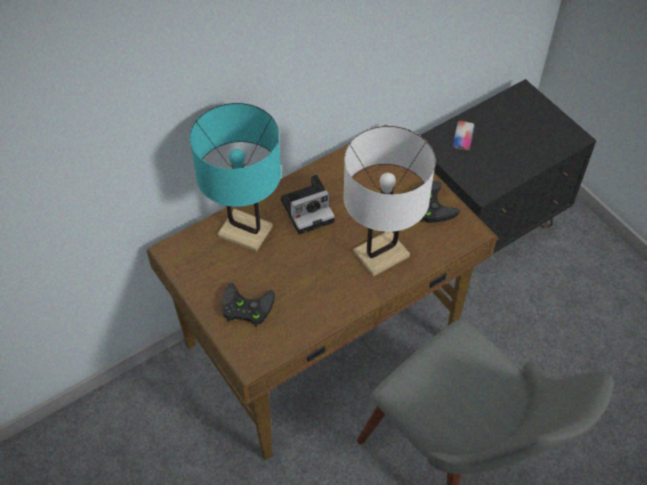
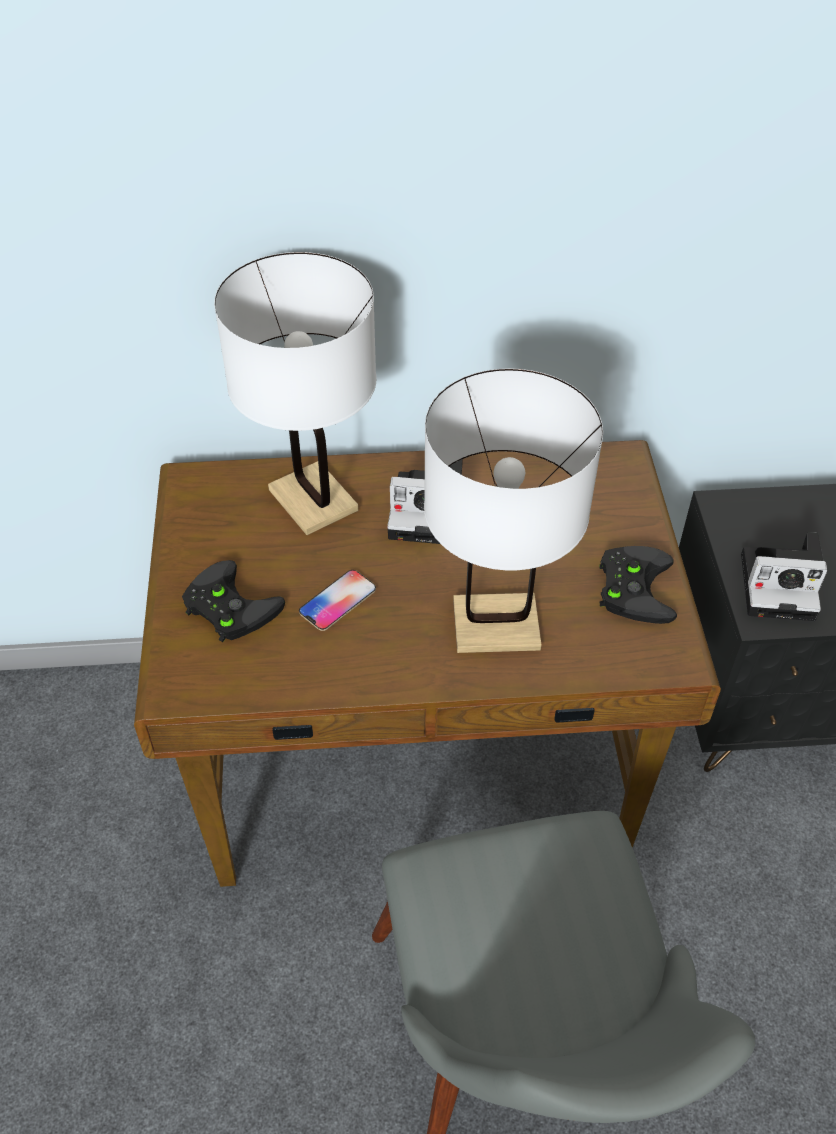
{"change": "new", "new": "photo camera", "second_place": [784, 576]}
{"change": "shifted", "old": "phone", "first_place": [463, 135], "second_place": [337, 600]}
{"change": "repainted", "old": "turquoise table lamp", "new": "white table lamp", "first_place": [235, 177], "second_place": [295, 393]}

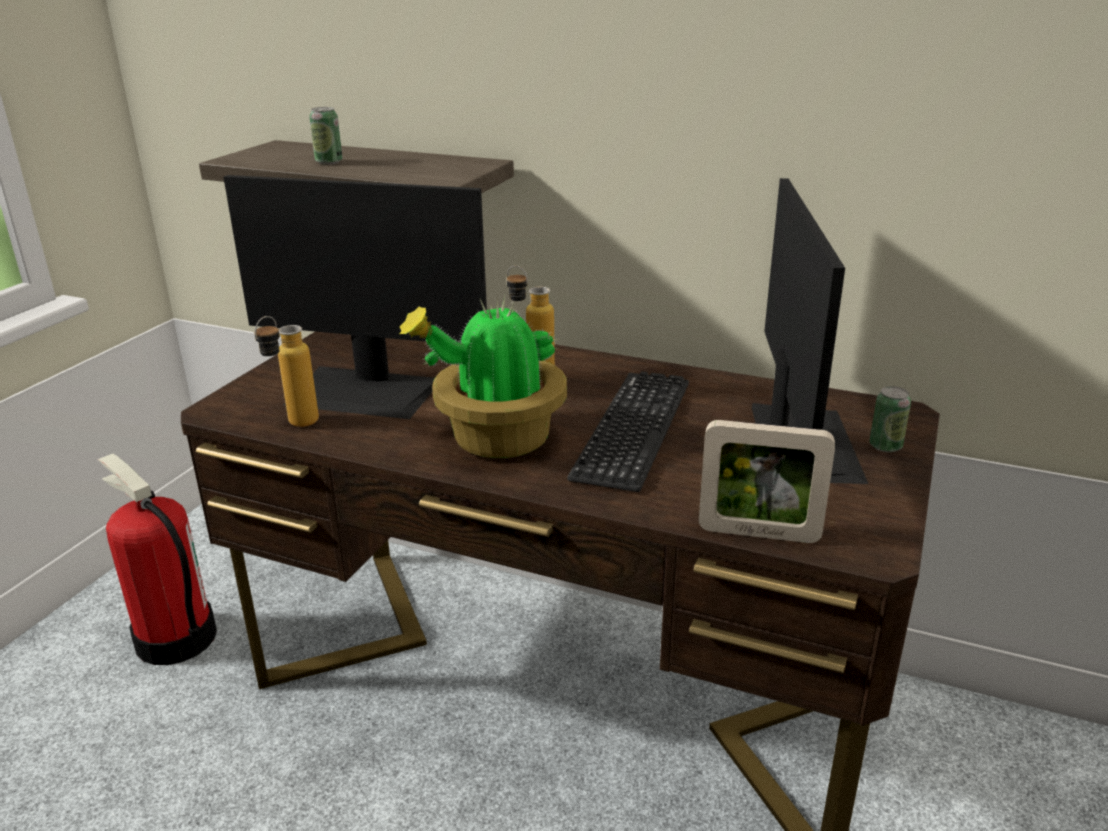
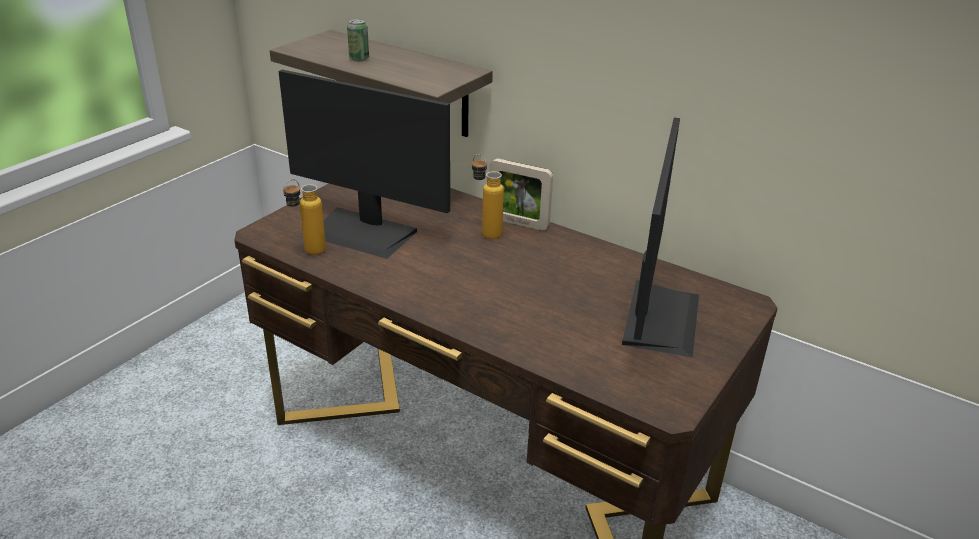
{"change": "gone", "old": "fire extinguisher", "first_place": [157, 559]}
{"change": "gone", "old": "potted plant", "first_place": [483, 376]}
{"change": "gone", "old": "keyboard", "first_place": [628, 431]}
{"change": "gone", "old": "can", "first_place": [890, 419]}
{"change": "shifted", "old": "picture frame", "first_place": [767, 481], "second_place": [521, 194]}

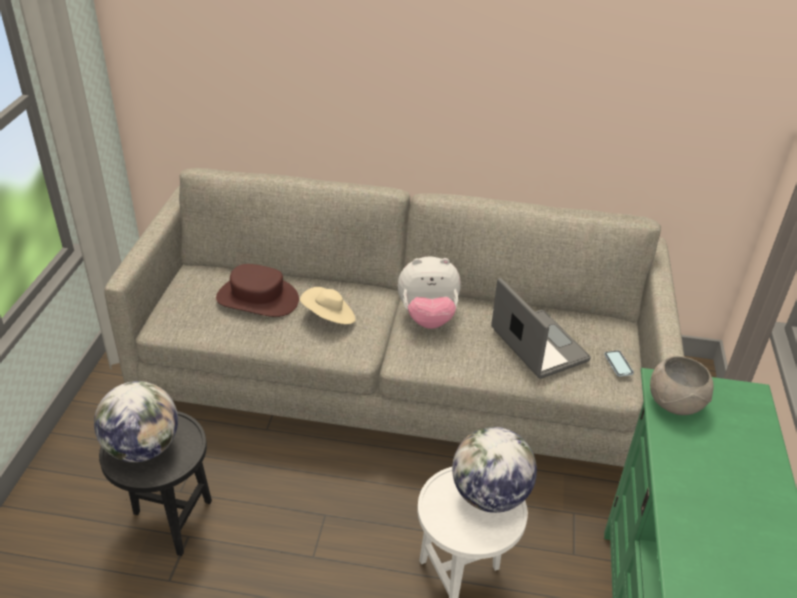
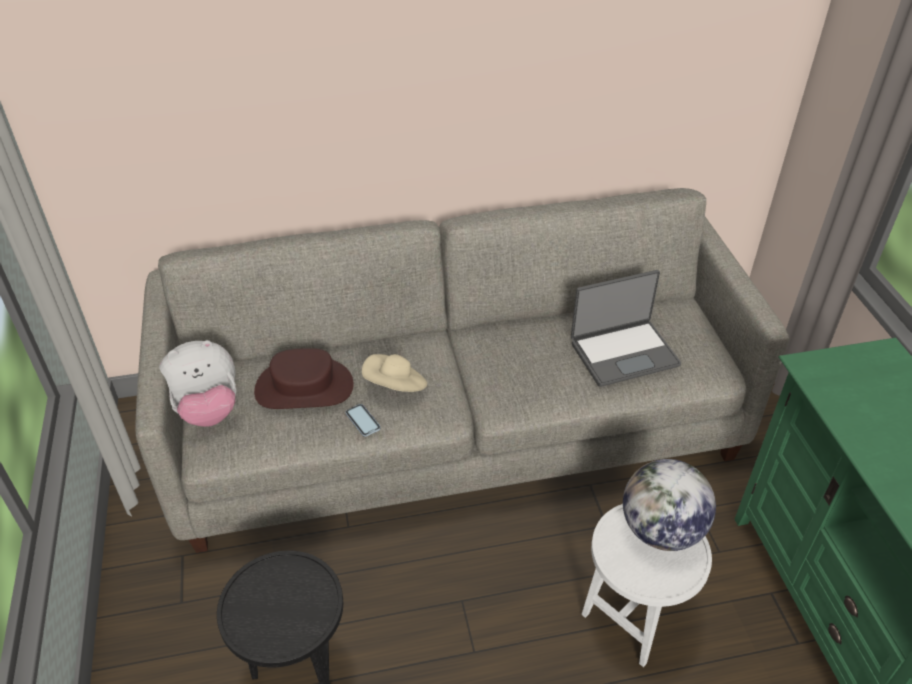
{"change": "gone", "old": "globe", "first_place": [136, 421]}
{"change": "gone", "old": "grey bowl", "first_place": [682, 385]}
{"change": "shifted", "old": "plush toy", "first_place": [429, 293], "second_place": [197, 383]}
{"change": "shifted", "old": "phone", "first_place": [619, 363], "second_place": [362, 420]}
{"change": "rotated", "old": "laptop", "first_place": [541, 328], "second_place": [626, 328], "degrees": 120}

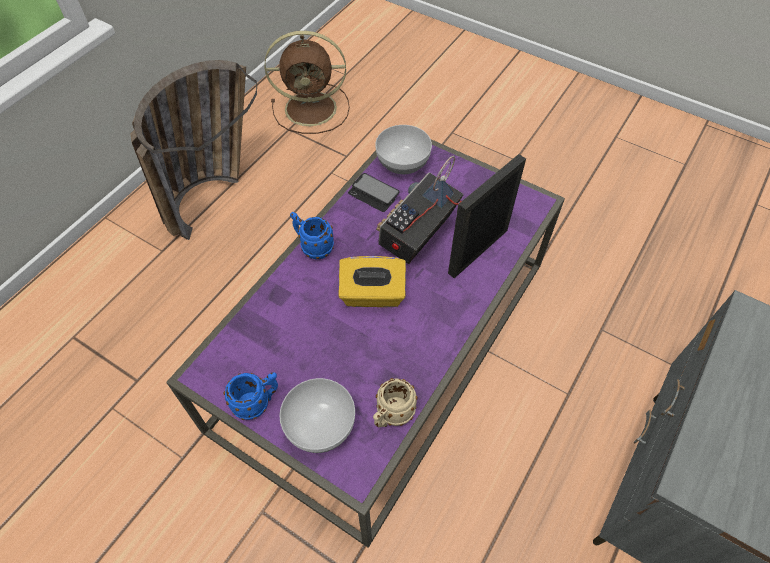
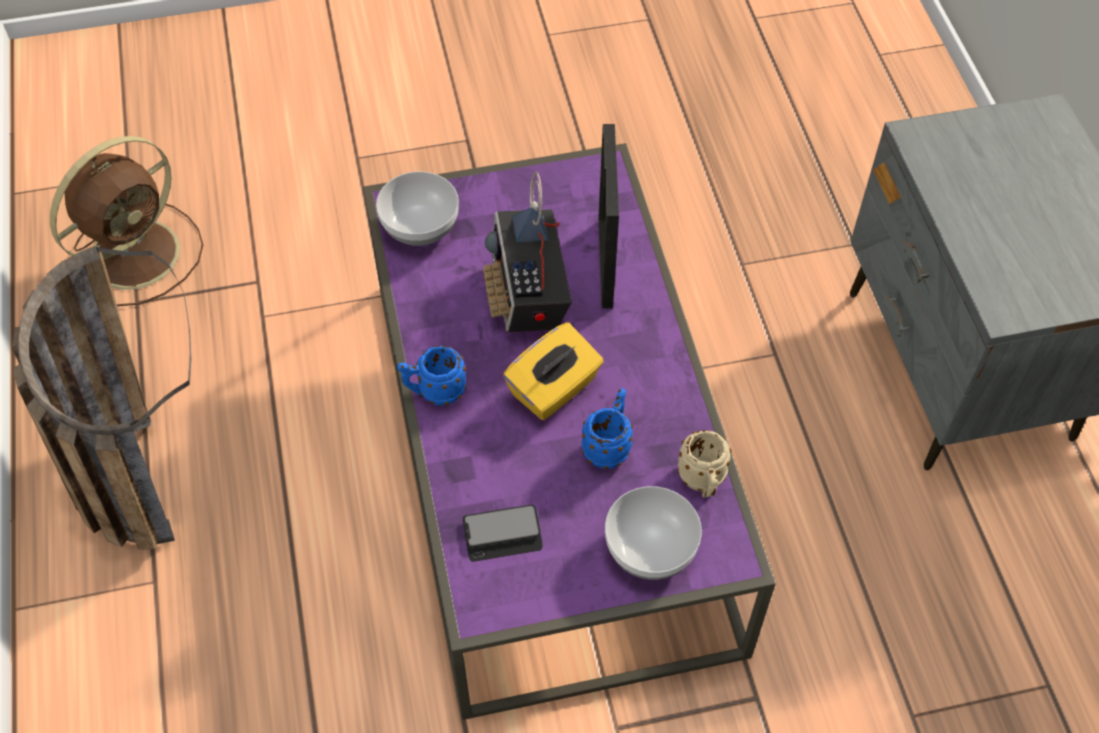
{"change": "shifted", "old": "blue mug", "first_place": [251, 396], "second_place": [607, 428]}
{"change": "shifted", "old": "phone", "first_place": [373, 192], "second_place": [503, 533]}

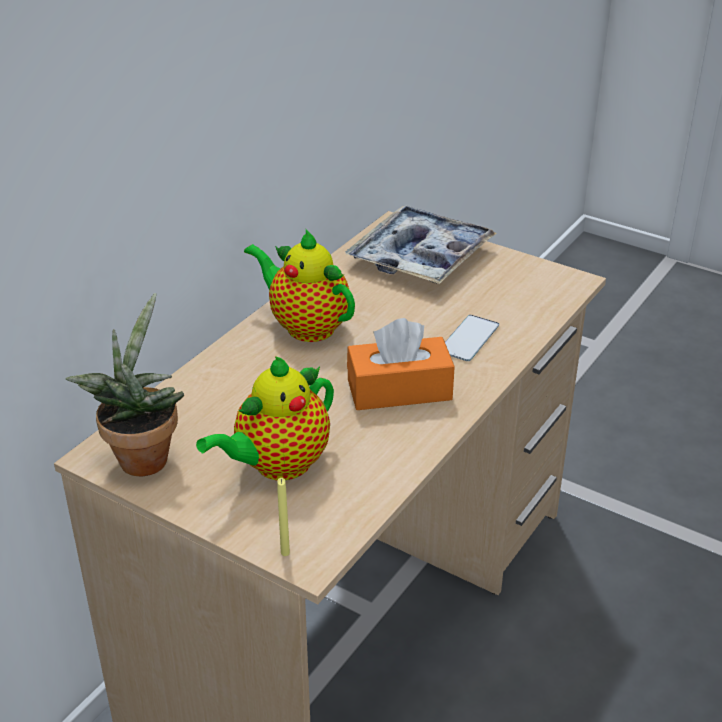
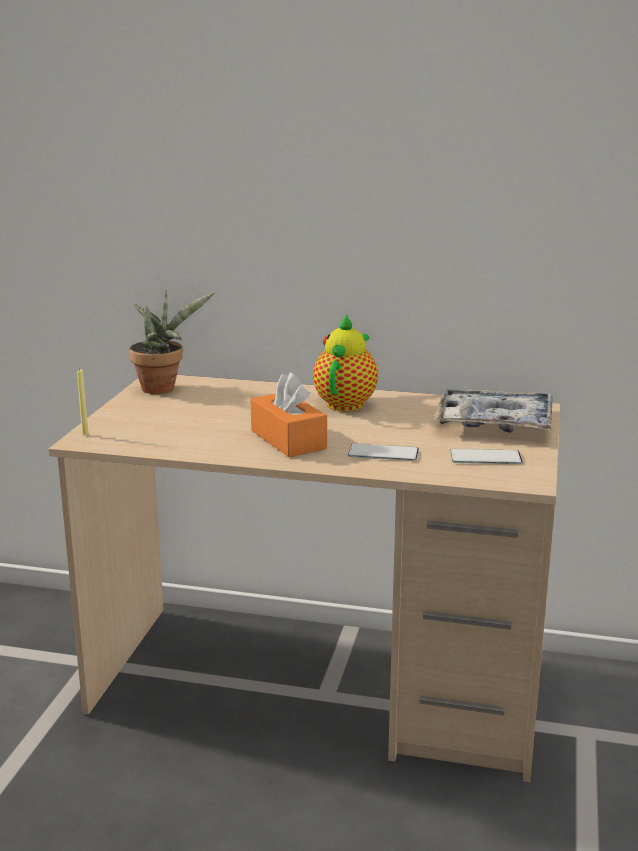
{"change": "gone", "old": "teapot", "first_place": [265, 418]}
{"change": "new", "new": "phone", "second_place": [486, 456]}

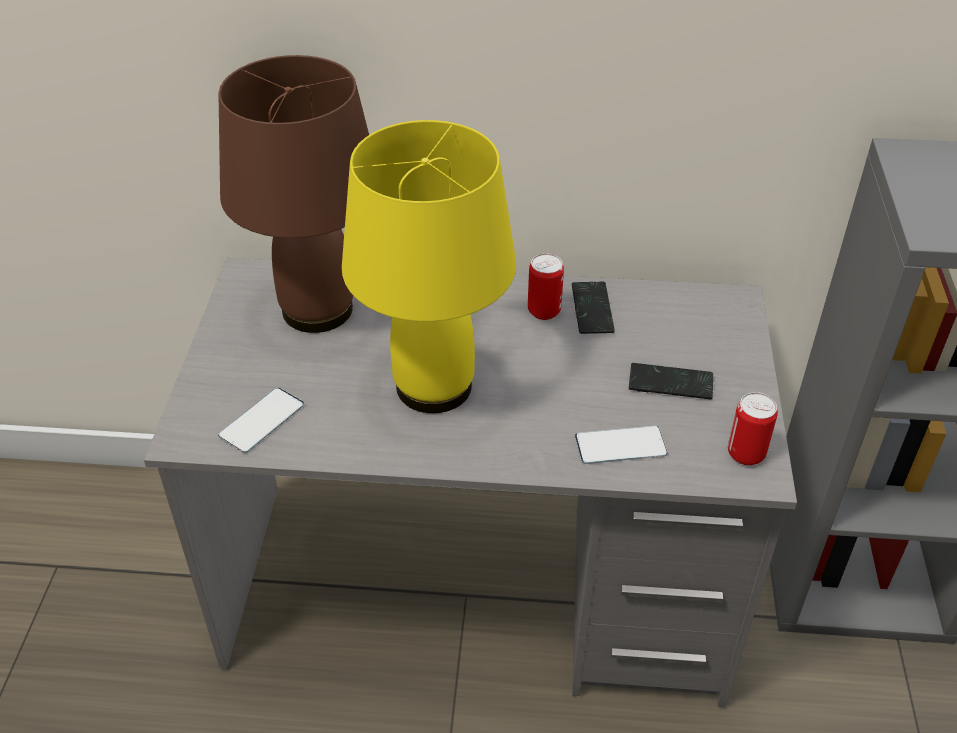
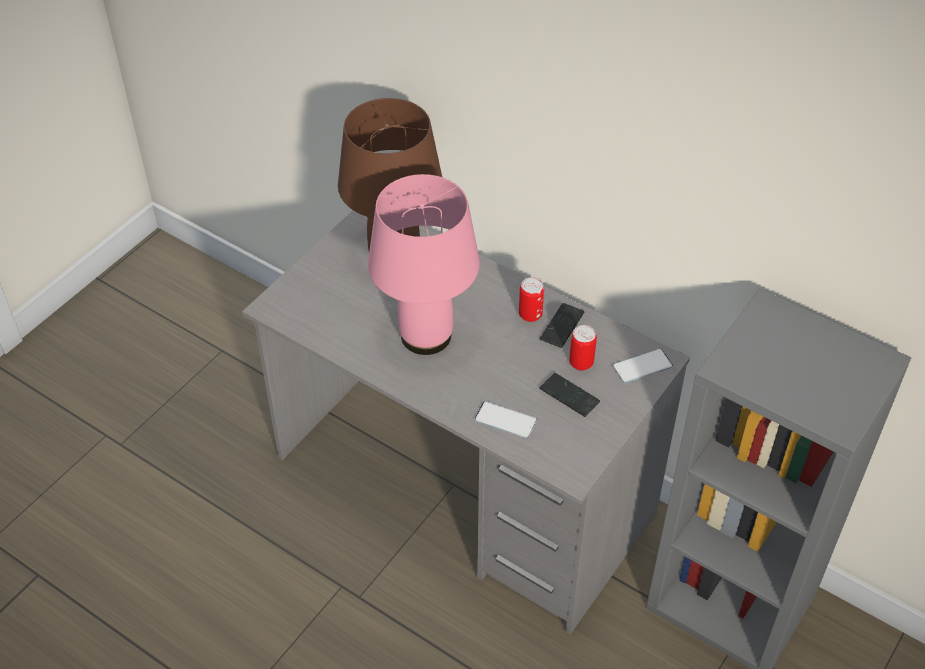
{"change": "shifted", "old": "phone", "first_place": [261, 420], "second_place": [643, 365]}
{"change": "shifted", "old": "can", "first_place": [753, 428], "second_place": [583, 348]}
{"change": "repainted", "old": "yellow table lamp", "new": "pink table lamp", "first_place": [429, 266], "second_place": [424, 264]}

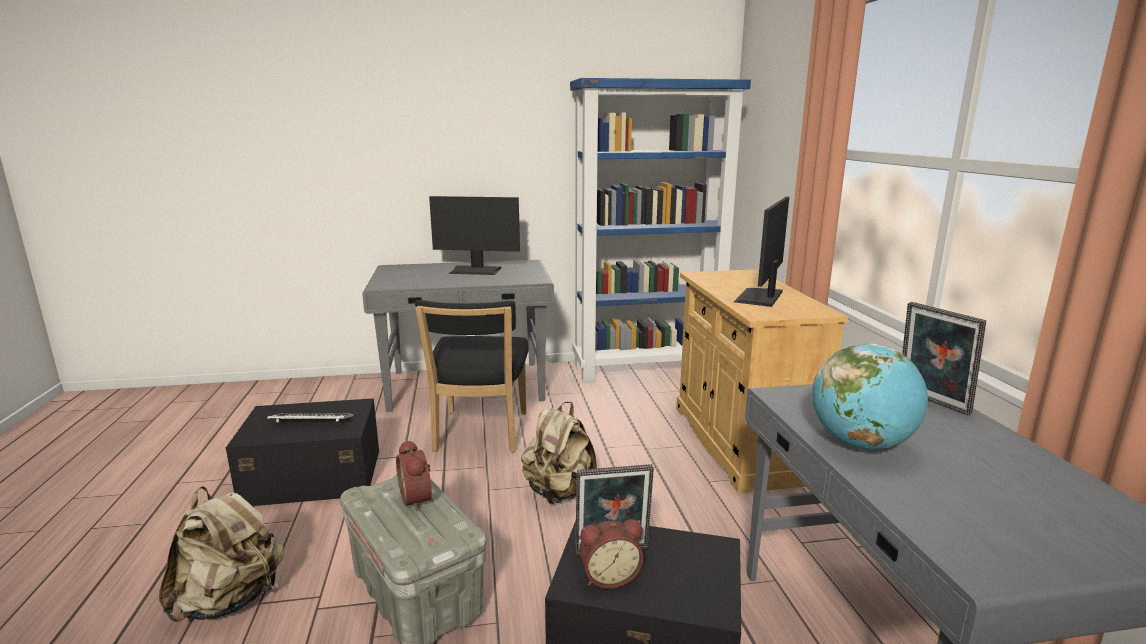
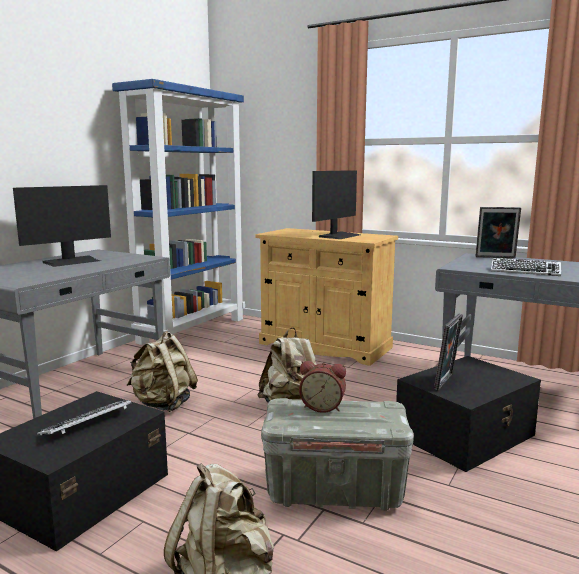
{"change": "gone", "old": "alarm clock", "first_place": [611, 554]}
{"change": "swapped", "old": "black chair", "new": "beige backpack", "first_place": [472, 376], "second_place": [162, 371]}
{"change": "swapped", "old": "globe", "new": "keyboard", "first_place": [870, 397], "second_place": [526, 267]}
{"change": "rotated", "old": "monitor", "first_place": [761, 252], "second_place": [336, 204], "degrees": -120}

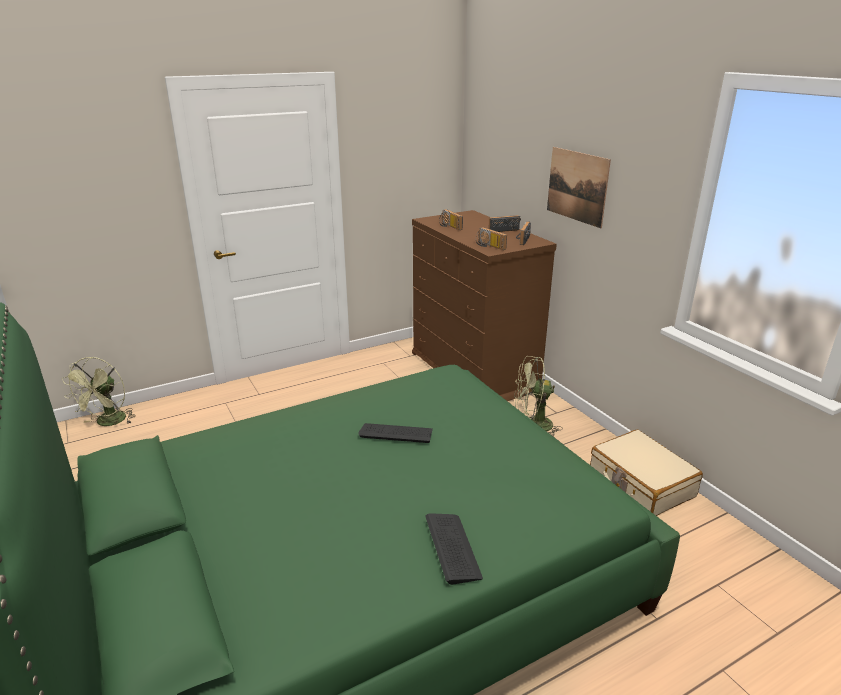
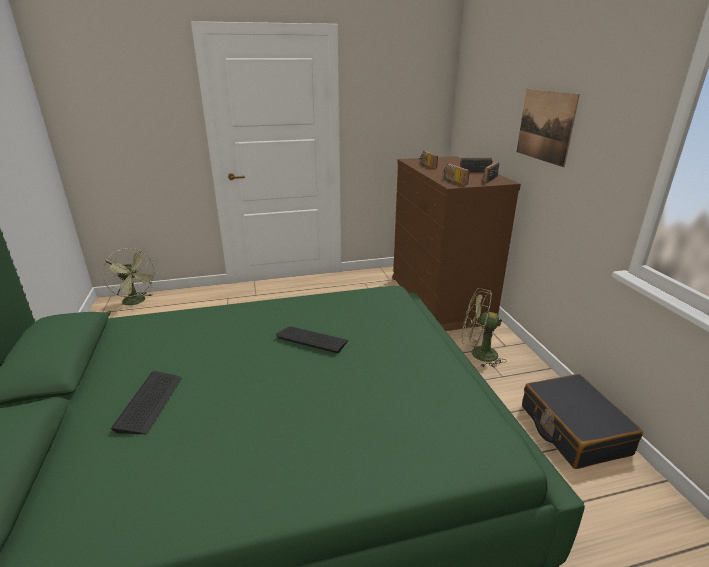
{"change": "shifted", "old": "keyboard", "first_place": [454, 549], "second_place": [146, 402]}
{"change": "repainted", "old": "beige suitcase", "new": "black suitcase", "first_place": [646, 473], "second_place": [582, 421]}
{"change": "rotated", "old": "green fan", "first_place": [99, 391], "second_place": [130, 279], "degrees": -75}

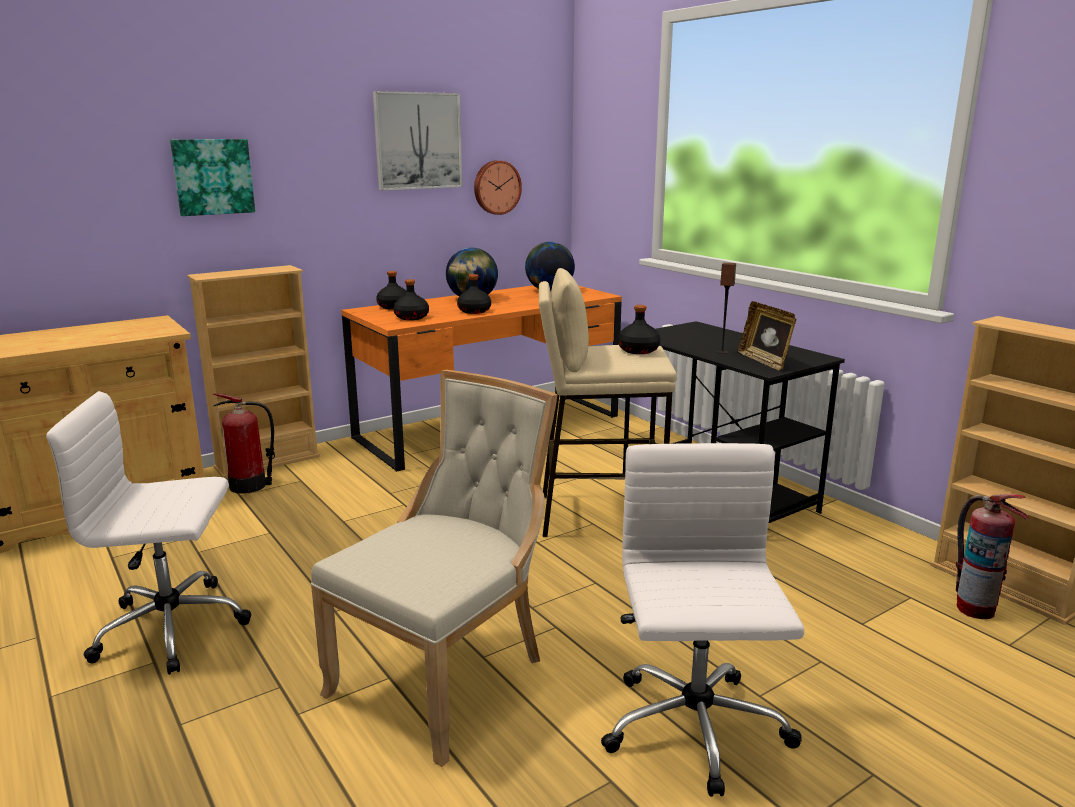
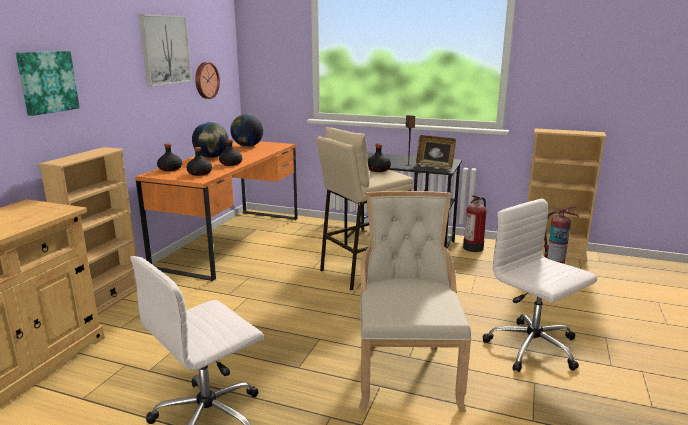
{"change": "shifted", "old": "fire extinguisher", "first_place": [243, 443], "second_place": [474, 223]}

